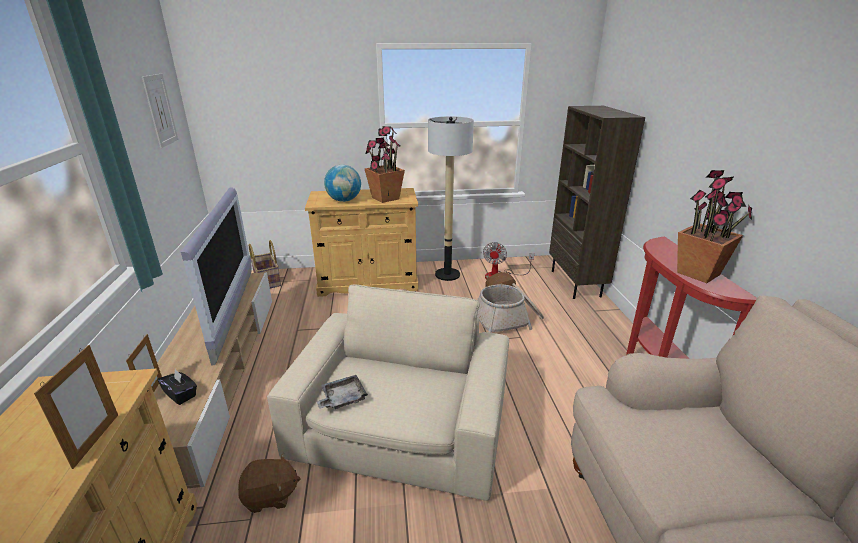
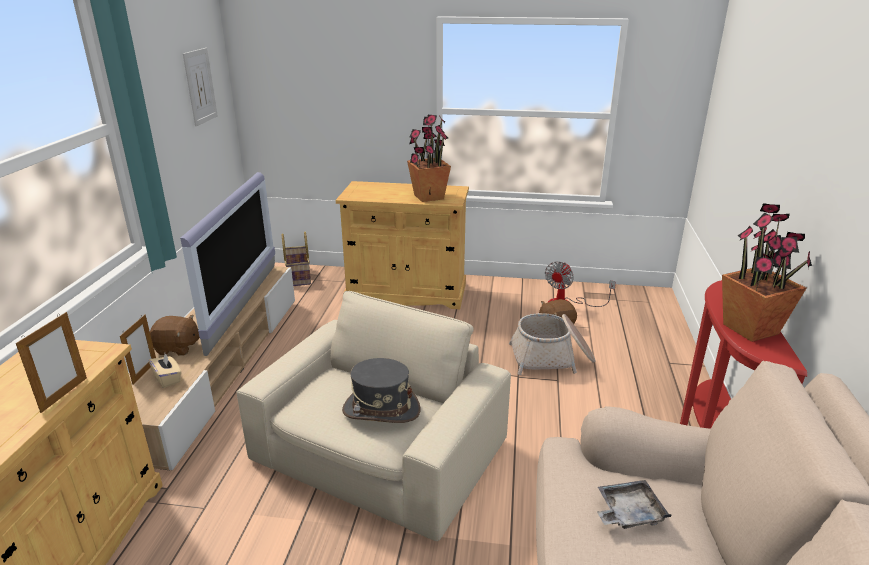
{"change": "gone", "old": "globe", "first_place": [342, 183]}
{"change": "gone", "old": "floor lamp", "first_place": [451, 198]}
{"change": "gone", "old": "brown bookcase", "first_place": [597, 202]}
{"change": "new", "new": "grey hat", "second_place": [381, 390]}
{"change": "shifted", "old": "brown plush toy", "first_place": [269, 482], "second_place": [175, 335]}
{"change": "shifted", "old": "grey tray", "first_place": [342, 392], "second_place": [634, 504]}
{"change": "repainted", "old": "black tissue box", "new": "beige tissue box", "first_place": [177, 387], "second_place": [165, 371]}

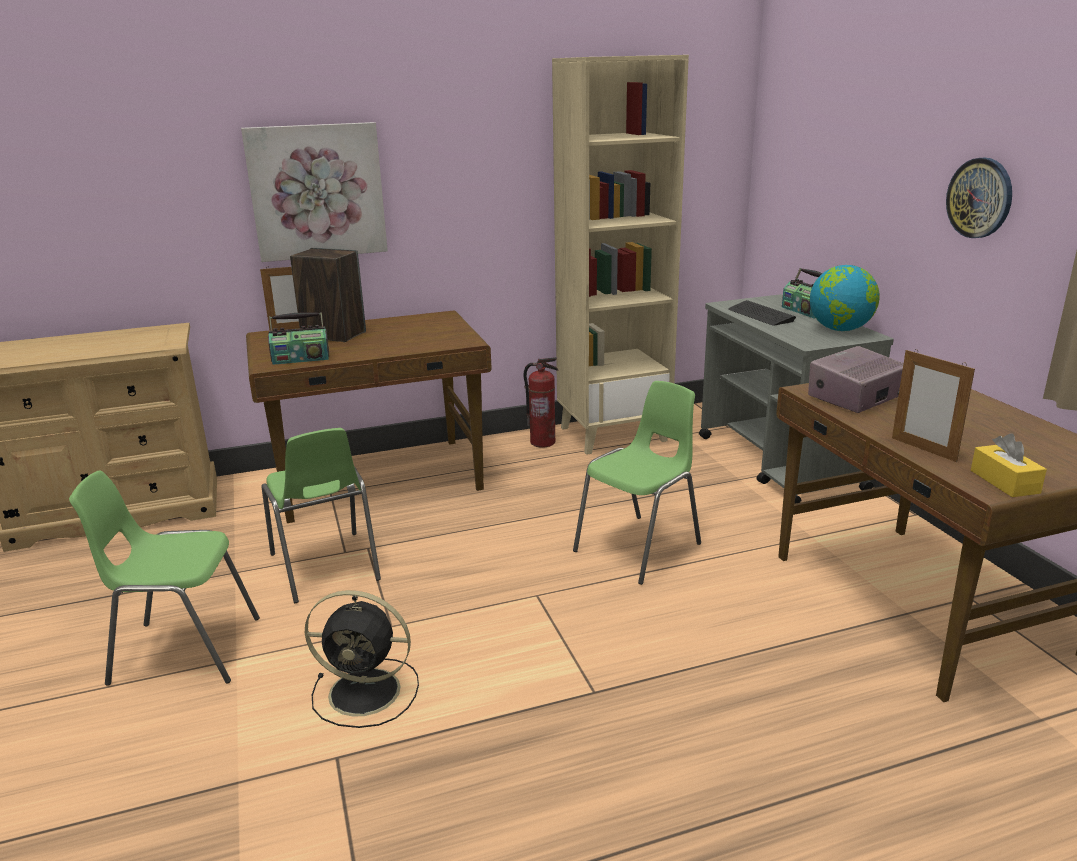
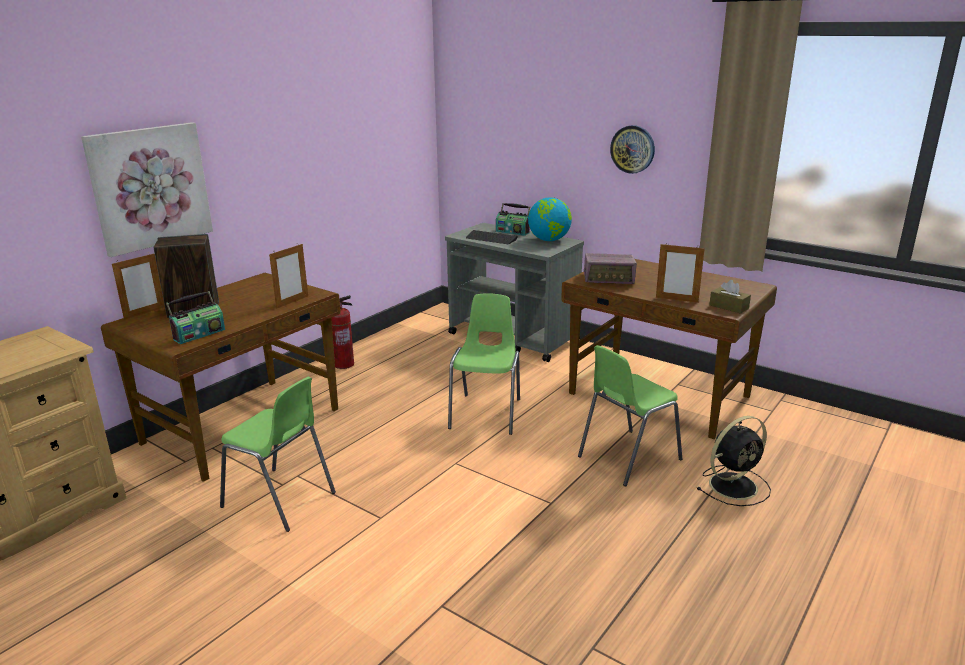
{"change": "gone", "old": "beige bookcase", "first_place": [620, 255]}
{"change": "new", "new": "picture frame", "second_place": [288, 276]}
{"change": "shifted", "old": "green chair", "first_place": [164, 578], "second_place": [630, 415]}
{"change": "shifted", "old": "black fan", "first_place": [362, 659], "second_place": [733, 461]}
{"change": "repainted", "old": "yellow tissue box", "new": "brown tissue box", "first_place": [1009, 465], "second_place": [730, 297]}
{"change": "rotated", "old": "radio", "first_place": [856, 379], "second_place": [610, 268], "degrees": -105}

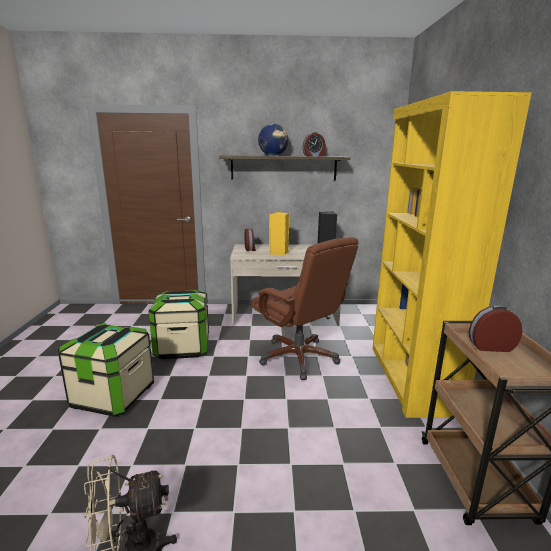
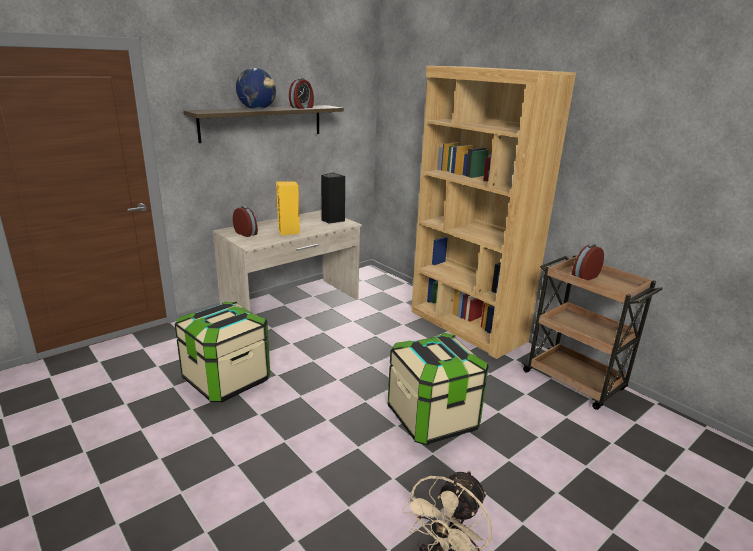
{"change": "gone", "old": "brown office chair", "first_place": [305, 308]}
{"change": "shifted", "old": "storage box", "first_place": [106, 370], "second_place": [438, 389]}
{"change": "repainted", "old": "yellow bookcase", "new": "brown bookcase", "first_place": [452, 254], "second_place": [493, 212]}

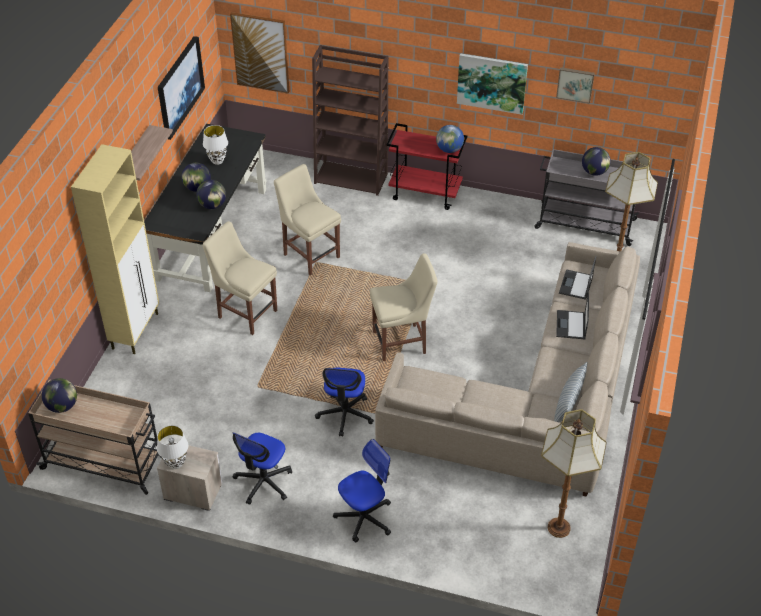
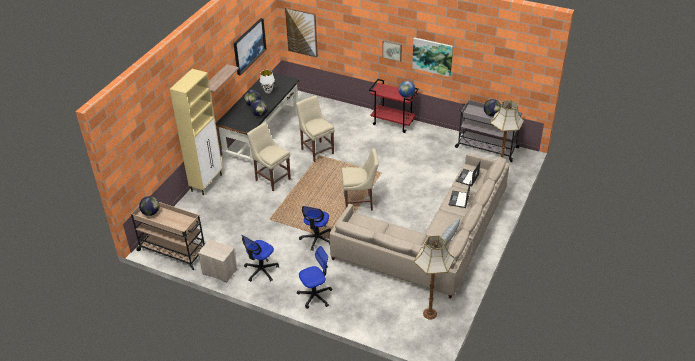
{"change": "gone", "old": "white table lamp", "first_place": [172, 447]}
{"change": "gone", "old": "brown bookcase", "first_place": [350, 120]}
{"change": "shifted", "old": "picture", "first_place": [575, 85], "second_place": [392, 51]}

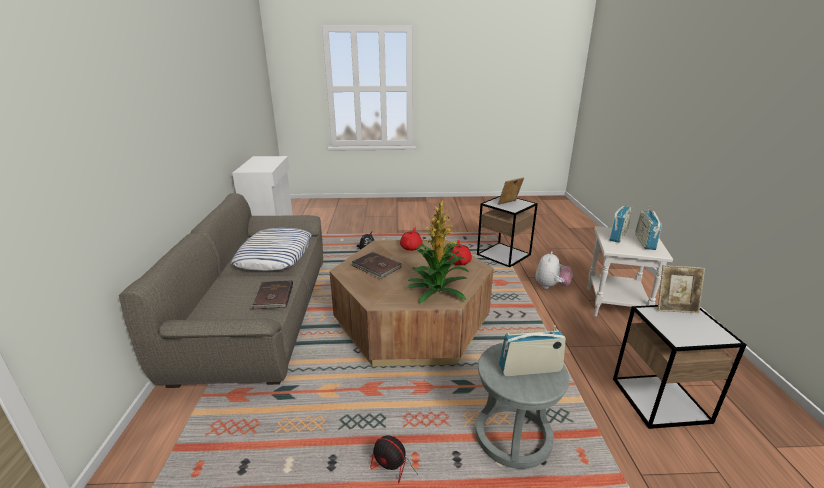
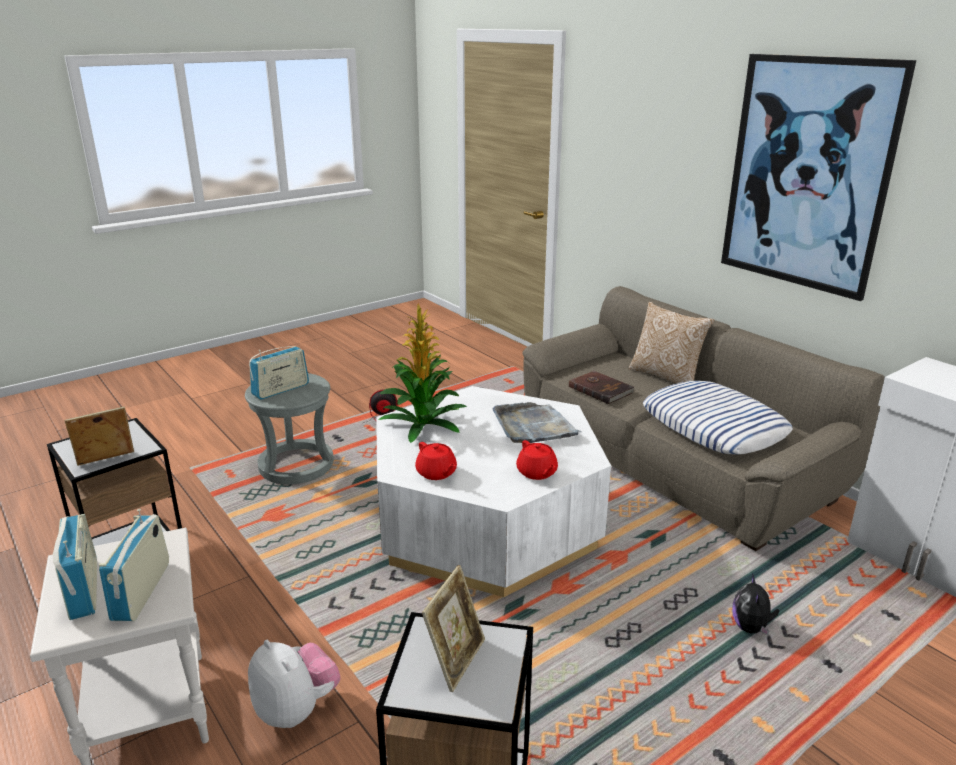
{"change": "new", "new": "pillow", "second_place": [671, 343]}
{"change": "new", "new": "picture", "second_place": [818, 177]}
{"change": "swapped", "old": "brown book", "new": "grey tray", "first_place": [376, 265], "second_place": [537, 422]}
{"change": "repainted", "old": "brown coffee table", "new": "white coffee table", "first_place": [411, 302], "second_place": [493, 491]}
{"change": "rotated", "old": "plush toy", "first_place": [553, 270], "second_place": [294, 684], "degrees": 150}

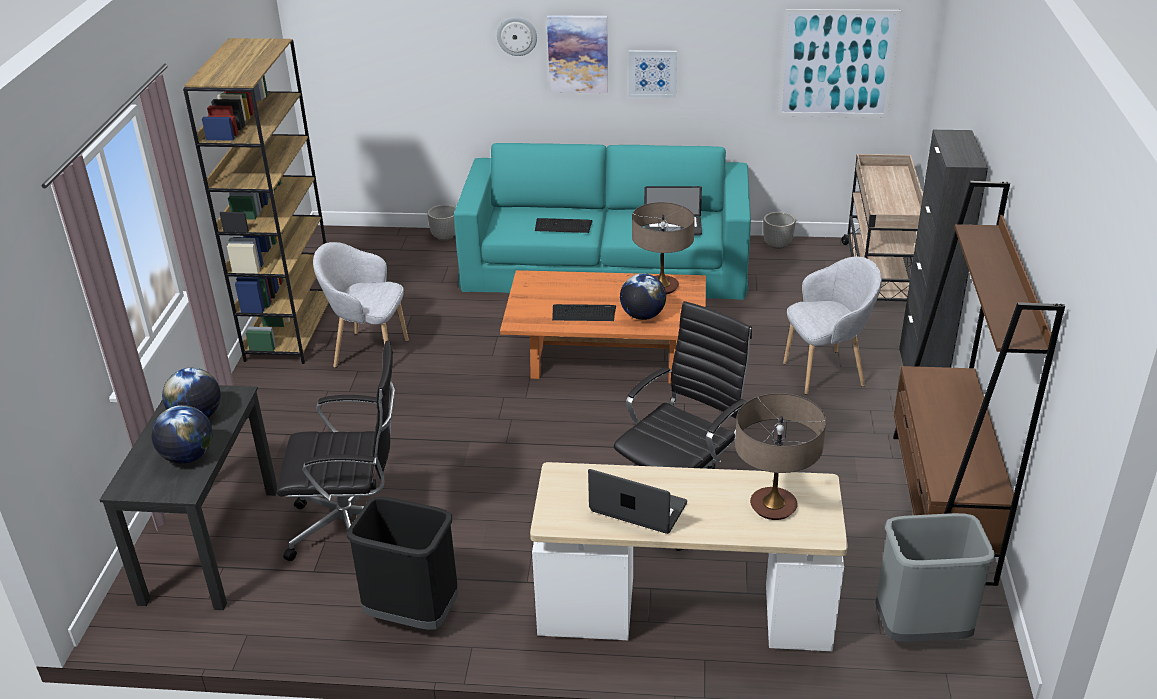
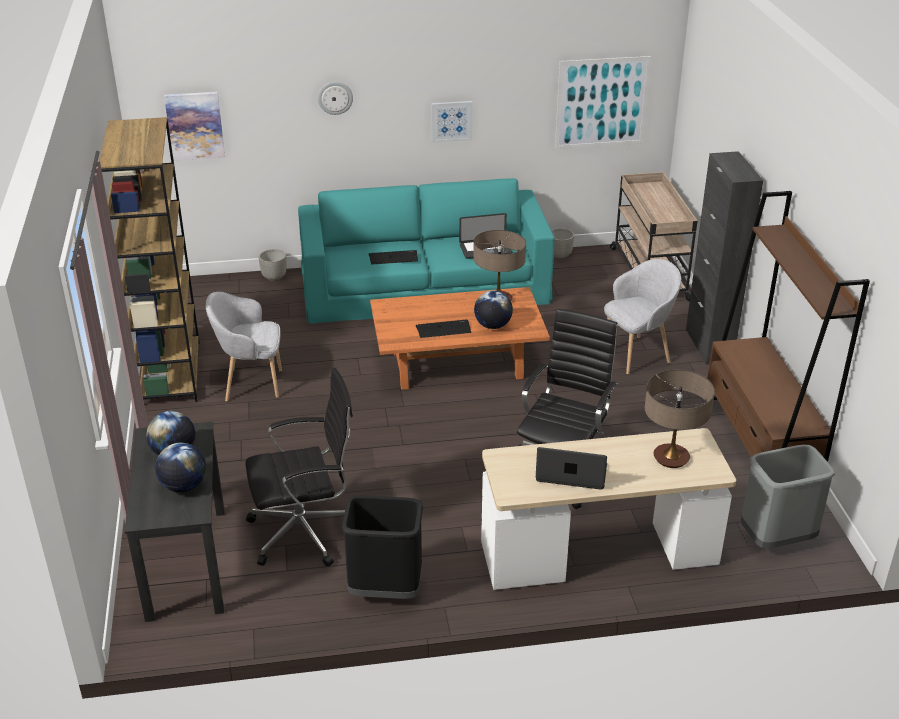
{"change": "shifted", "old": "picture", "first_place": [577, 54], "second_place": [194, 126]}

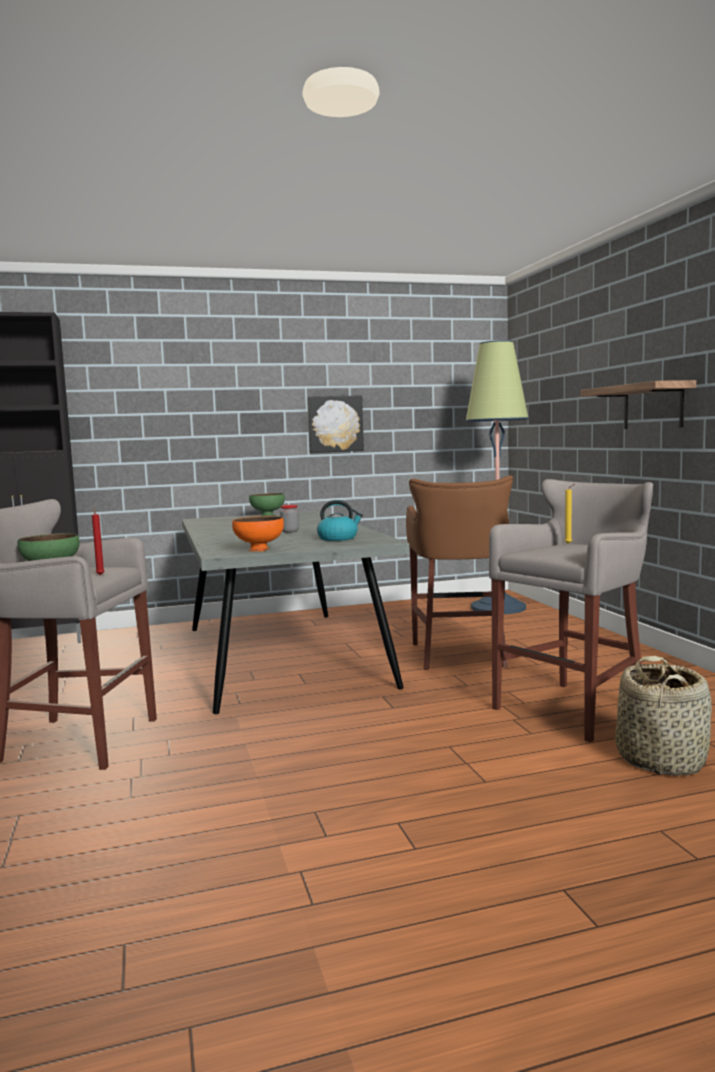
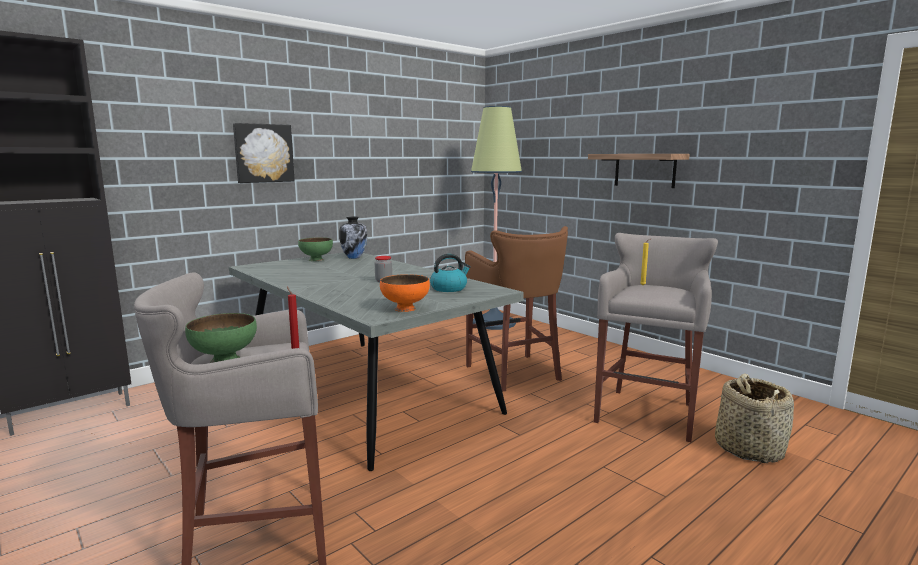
{"change": "new", "new": "vase", "second_place": [353, 237]}
{"change": "shifted", "old": "picture", "first_place": [335, 424], "second_place": [264, 153]}

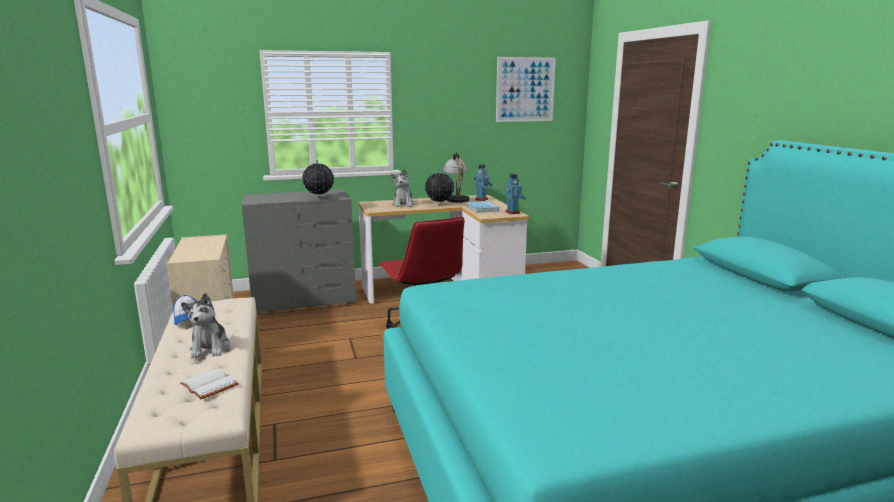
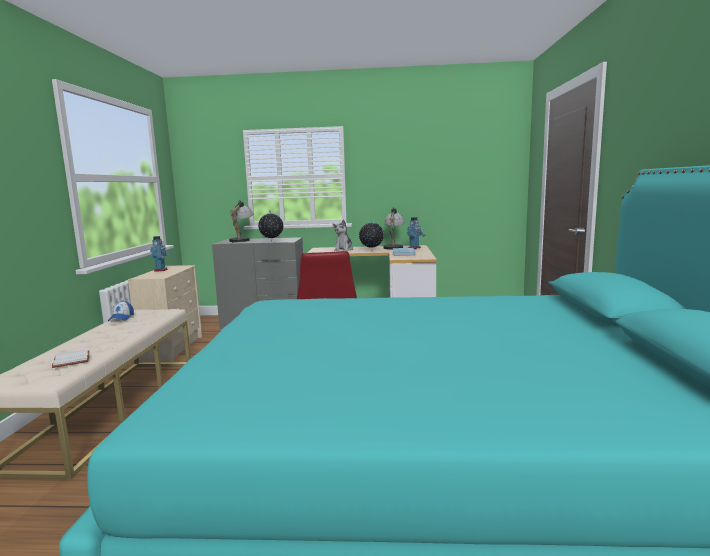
{"change": "gone", "old": "plush toy", "first_place": [205, 325]}
{"change": "gone", "old": "picture", "first_place": [526, 89]}
{"change": "new", "new": "table lamp", "second_place": [241, 221]}
{"change": "shifted", "old": "toy robot", "first_place": [515, 194], "second_place": [160, 254]}

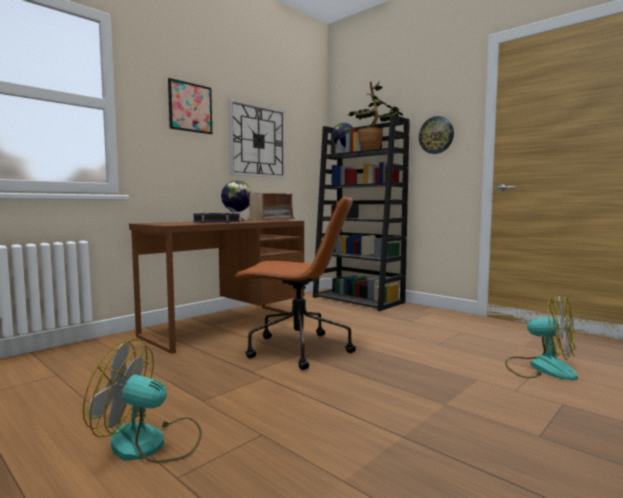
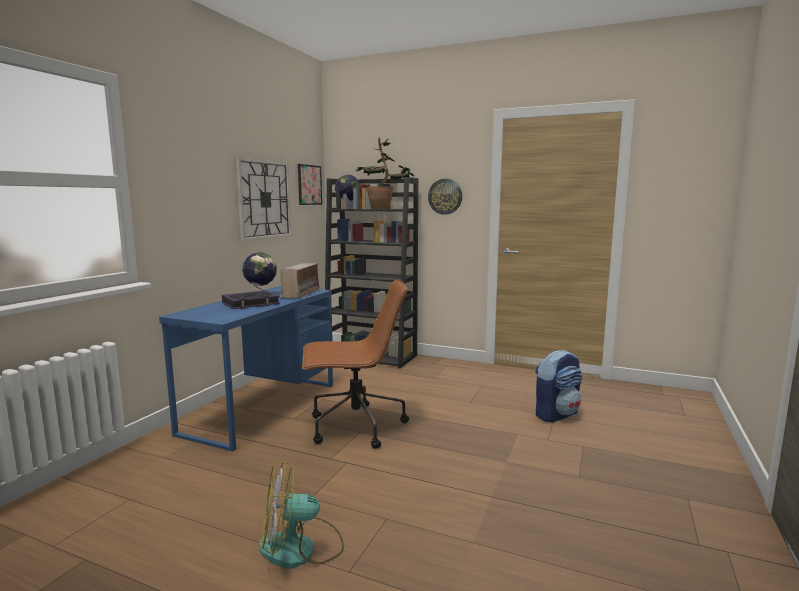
{"change": "shifted", "old": "picture", "first_place": [190, 106], "second_place": [310, 184]}
{"change": "swapped", "old": "fan", "new": "backpack", "first_place": [541, 337], "second_place": [559, 386]}
{"change": "repainted", "old": "brown desk", "new": "blue desk", "first_place": [216, 287], "second_place": [246, 368]}

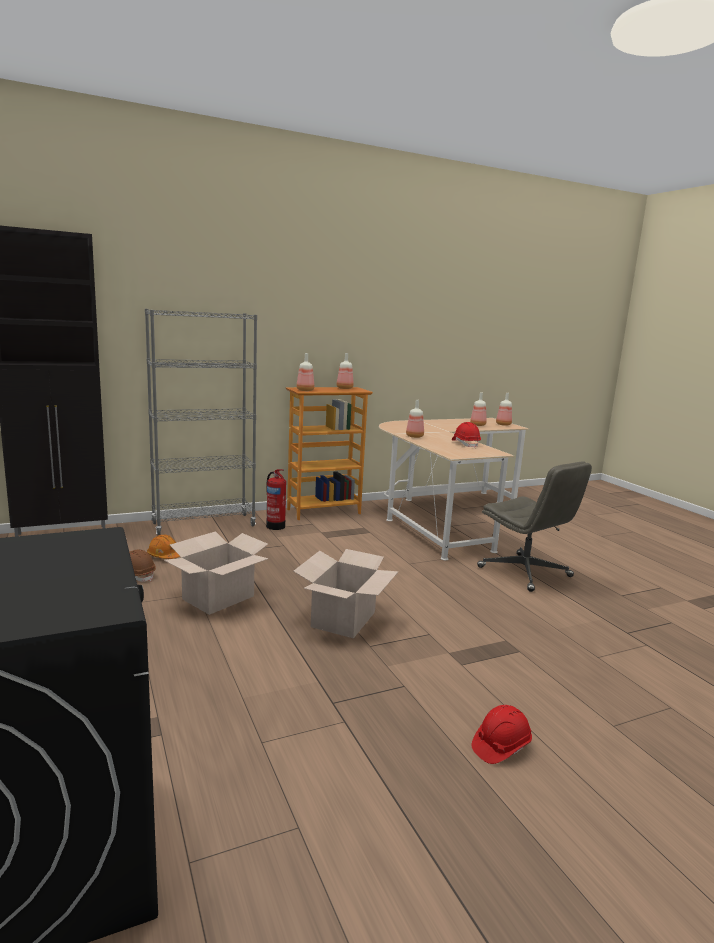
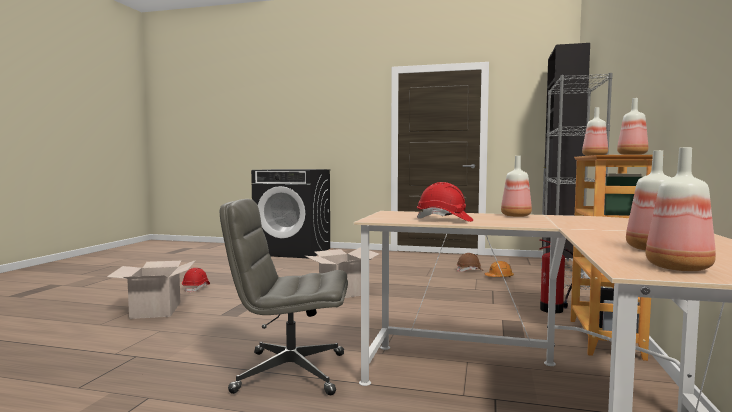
{"change": "shifted", "old": "cardboard box", "first_place": [216, 573], "second_place": [151, 289]}

